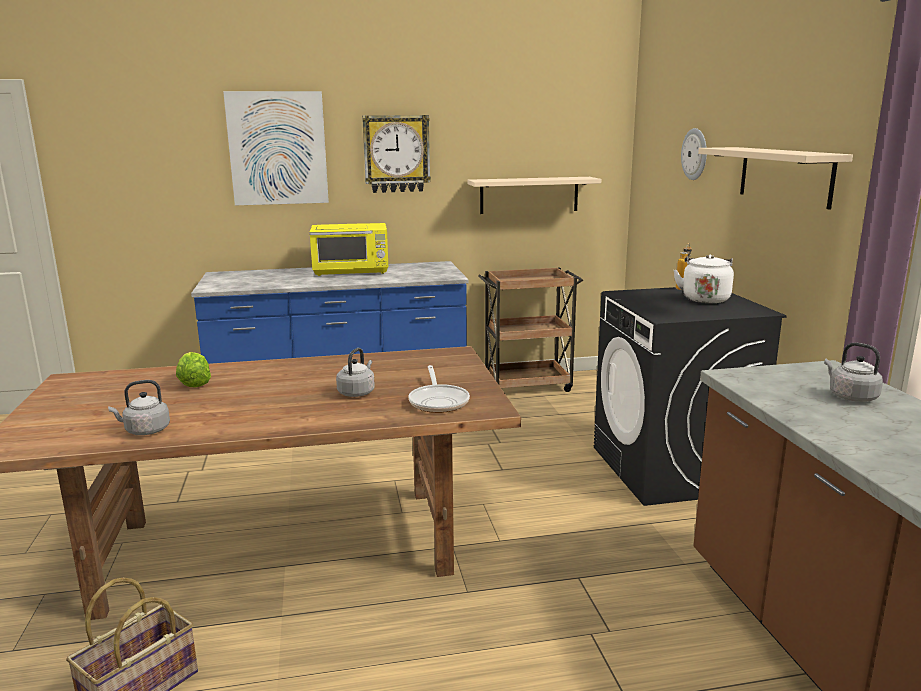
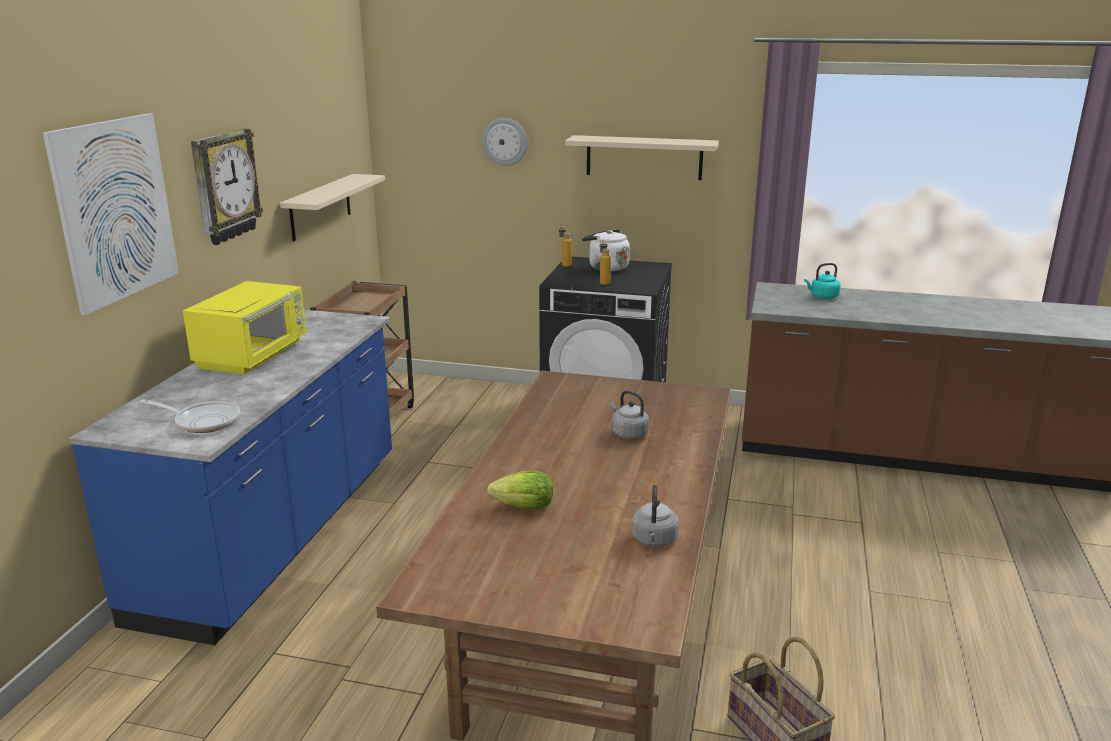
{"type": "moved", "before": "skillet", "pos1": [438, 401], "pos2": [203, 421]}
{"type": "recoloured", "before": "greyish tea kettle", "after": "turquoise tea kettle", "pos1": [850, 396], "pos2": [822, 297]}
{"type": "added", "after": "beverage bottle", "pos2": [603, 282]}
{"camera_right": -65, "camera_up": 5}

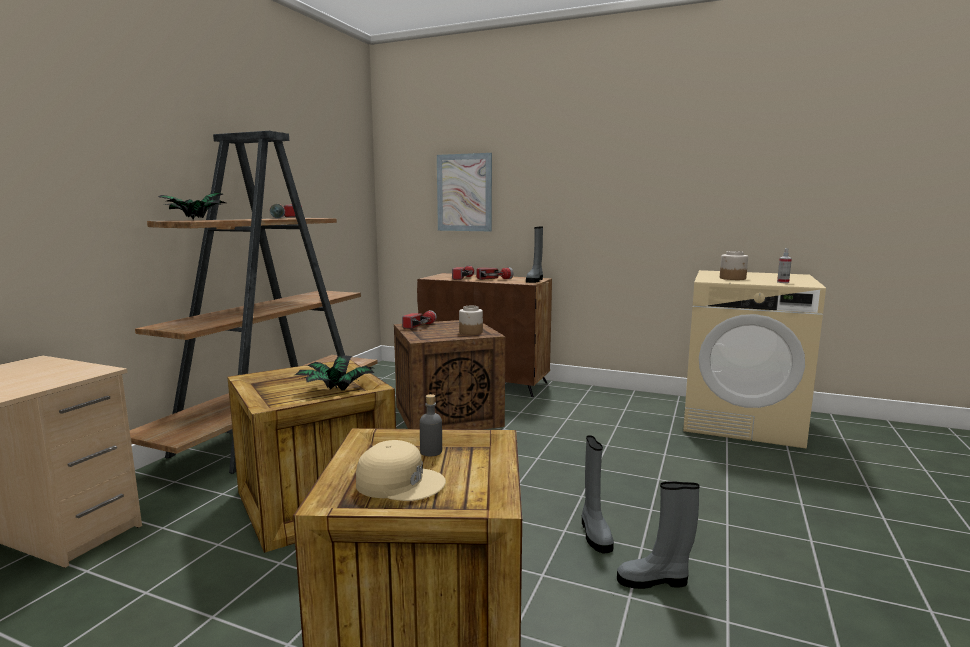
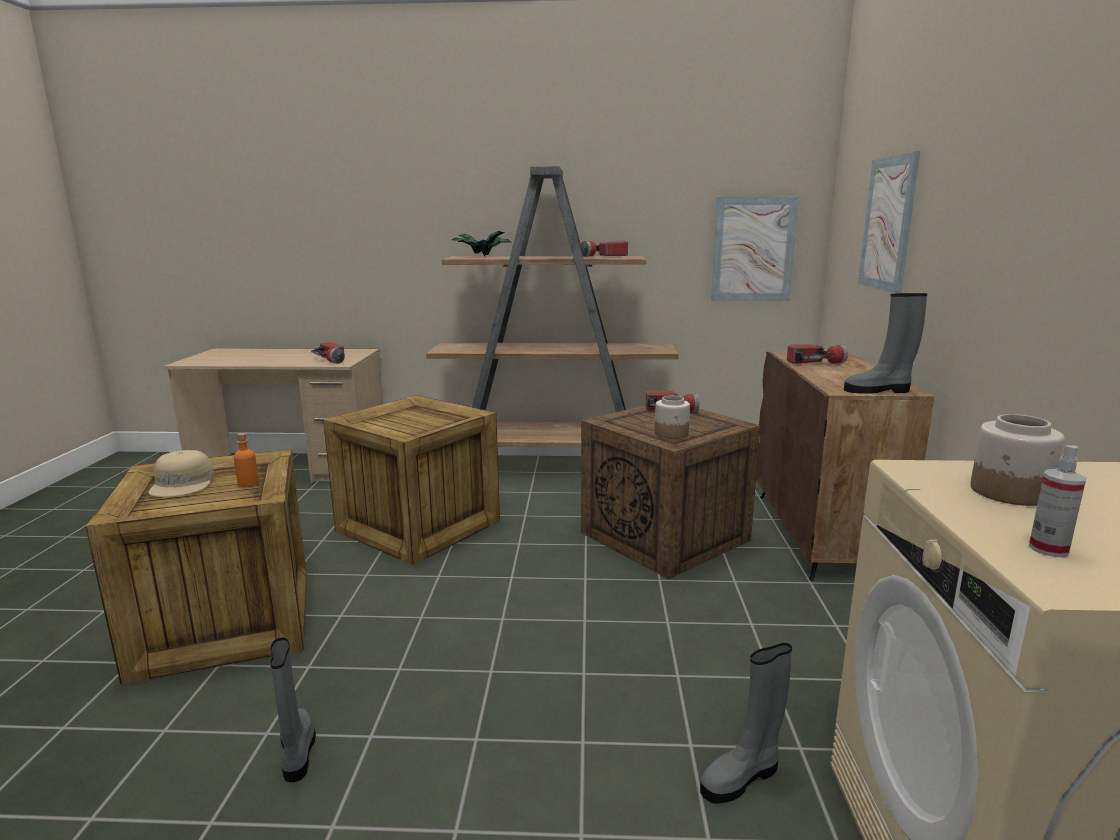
{"type": "removed", "before": "houseplant", "pos1": [336, 391]}
{"type": "recoloured", "before": "greyish beverage bottle", "after": "orange beverage bottle", "pos1": [431, 451], "pos2": [248, 483]}
{"type": "moved", "before": "flashlight", "pos1": [494, 279], "pos2": [331, 360]}
{"type": "moved", "before": "greyish high-top boot", "pos1": [594, 534], "pos2": [741, 777]}
{"type": "added", "after": "wall picture", "pos2": [753, 249]}
{"camera_right": 70, "camera_up": 5}

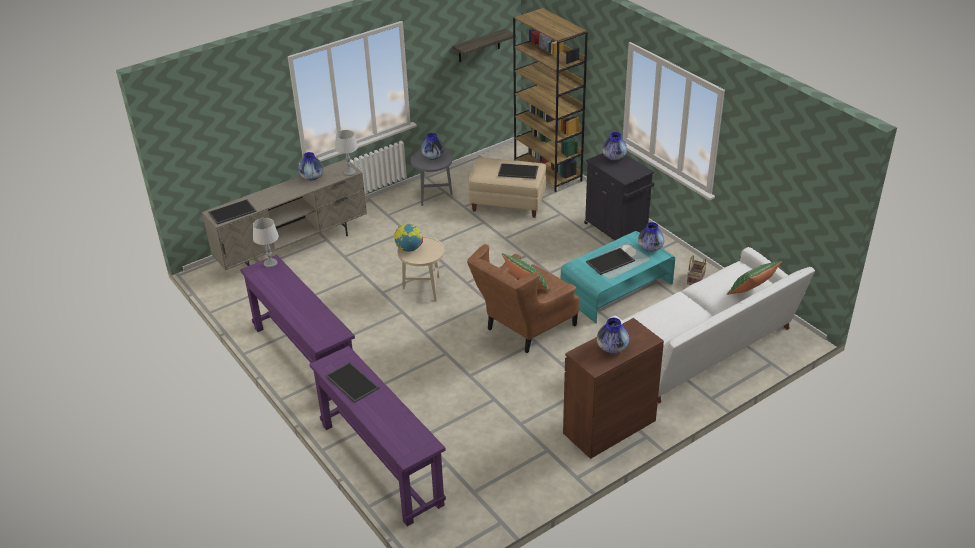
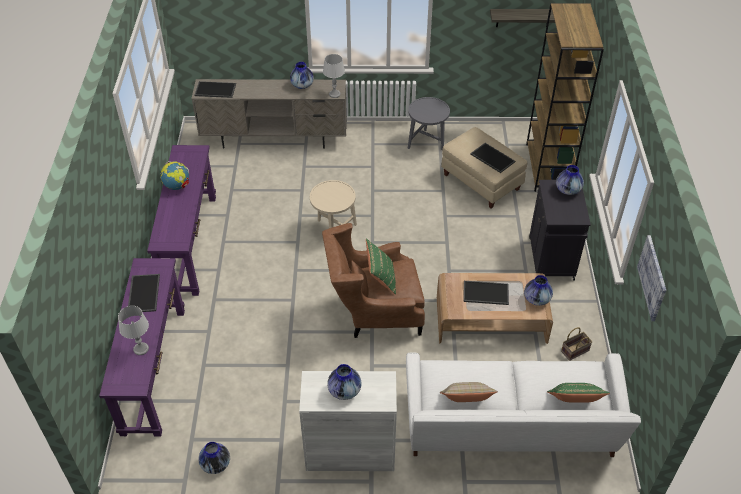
{"type": "moved", "before": "greyish tabletop lamp", "pos1": [270, 263], "pos2": [141, 349]}
{"type": "moved", "before": "world globe", "pos1": [409, 249], "pos2": [177, 186]}
{"type": "moved", "before": "vase", "pos1": [433, 157], "pos2": [215, 464]}
{"type": "recoloured", "before": "turquoise coffee table", "after": "brown-coloured coffee table", "pos1": [616, 289], "pos2": [491, 320]}
{"type": "recoloured", "before": "brown-coloured storage cabinet", "after": "whitish storage cabinet", "pos1": [609, 427], "pos2": [350, 451]}
{"type": "added", "after": "beige cushion", "pos2": [465, 403]}
{"type": "added", "after": "wall picture", "pos2": [652, 277]}
{"camera_right": 35, "camera_up": 10}

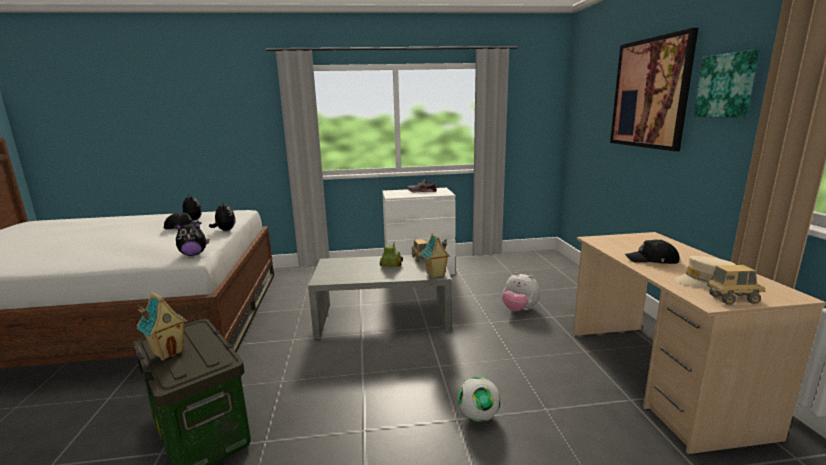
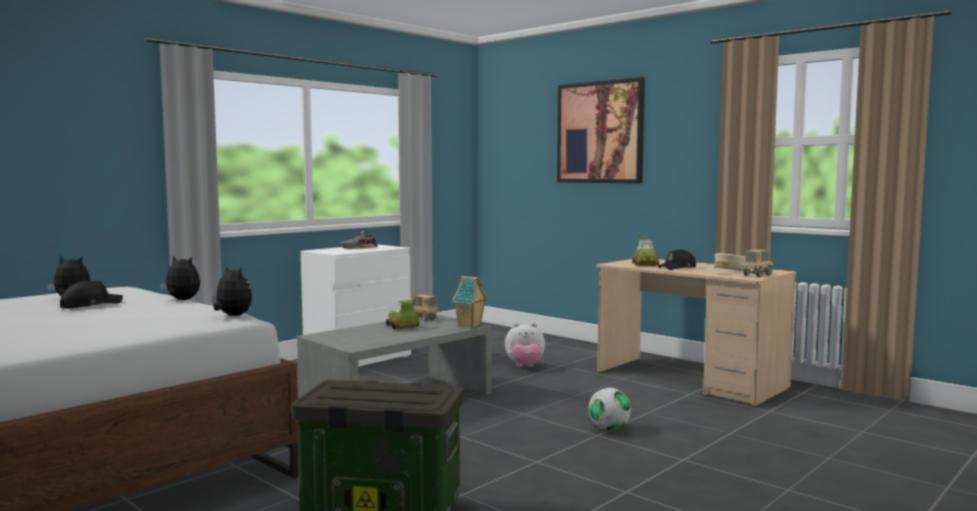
{"type": "removed", "before": "miniature house", "pos1": [168, 352]}
{"type": "turned", "before": "soft toy", "pos1": [193, 254], "pos2": [232, 316], "turn": -75}
{"type": "removed", "before": "wall picture", "pos1": [726, 85]}
{"type": "added", "after": "model car", "pos2": [646, 264]}
{"camera_right": -40, "camera_up": -10}

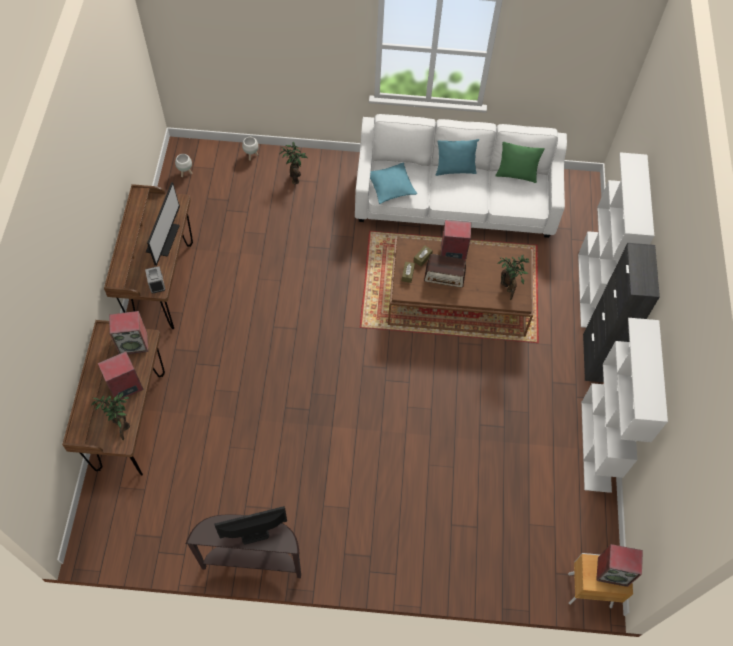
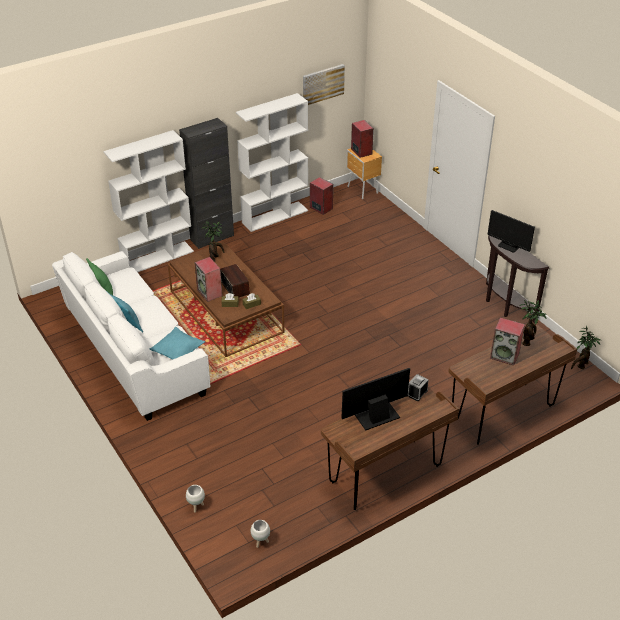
{"type": "moved", "before": "loudspeaker", "pos1": [134, 343], "pos2": [320, 208]}
{"type": "moved", "before": "houseplant", "pos1": [295, 177], "pos2": [580, 365]}
{"type": "added", "after": "wall picture", "pos2": [323, 84]}
{"camera_right": -125, "camera_up": -20}

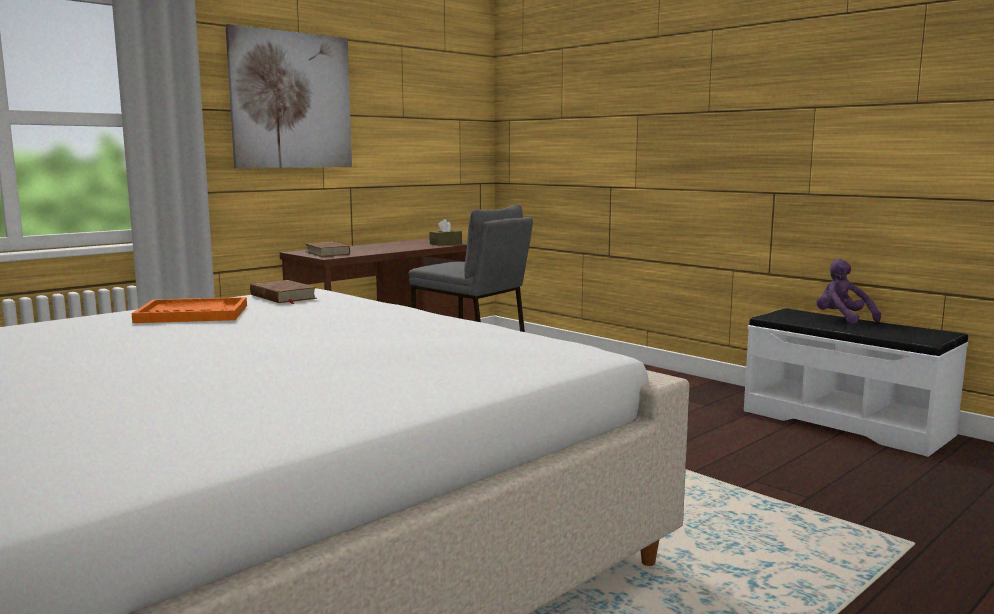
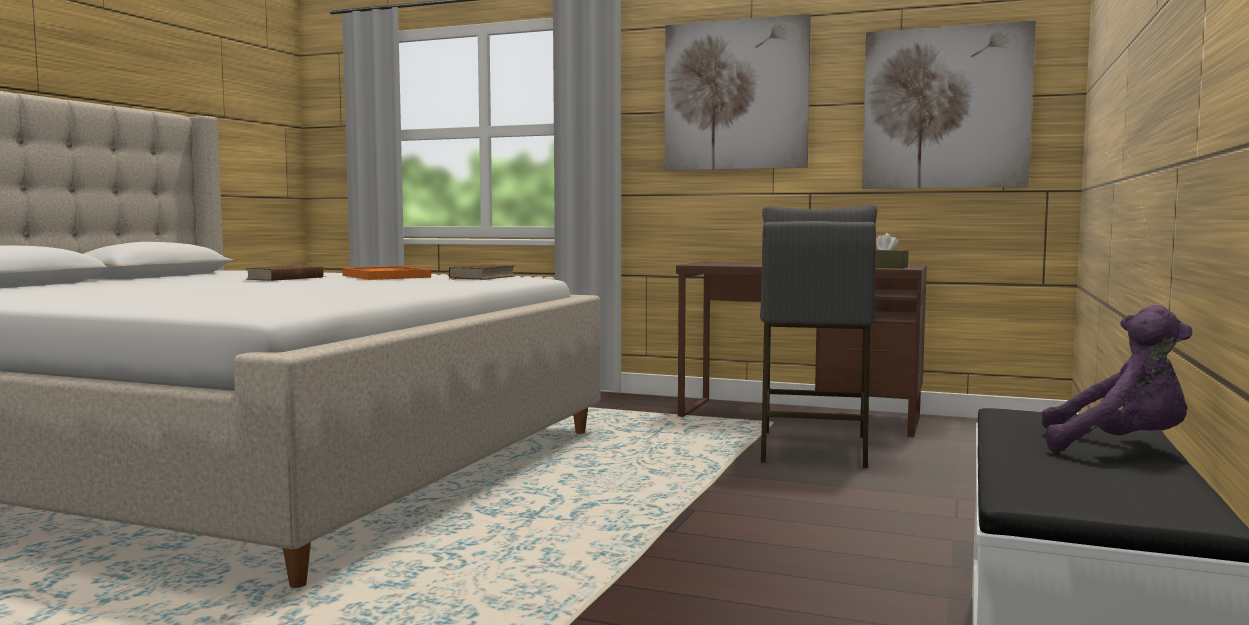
{"type": "moved", "before": "brown-coloured bound book", "pos1": [327, 253], "pos2": [285, 278]}
{"type": "turned", "before": "purple-coloured soft toy", "pos1": [842, 319], "pos2": [1118, 447], "turn": 75}
{"type": "added", "after": "wall picture", "pos2": [945, 108]}
{"camera_right": 65, "camera_up": -5}

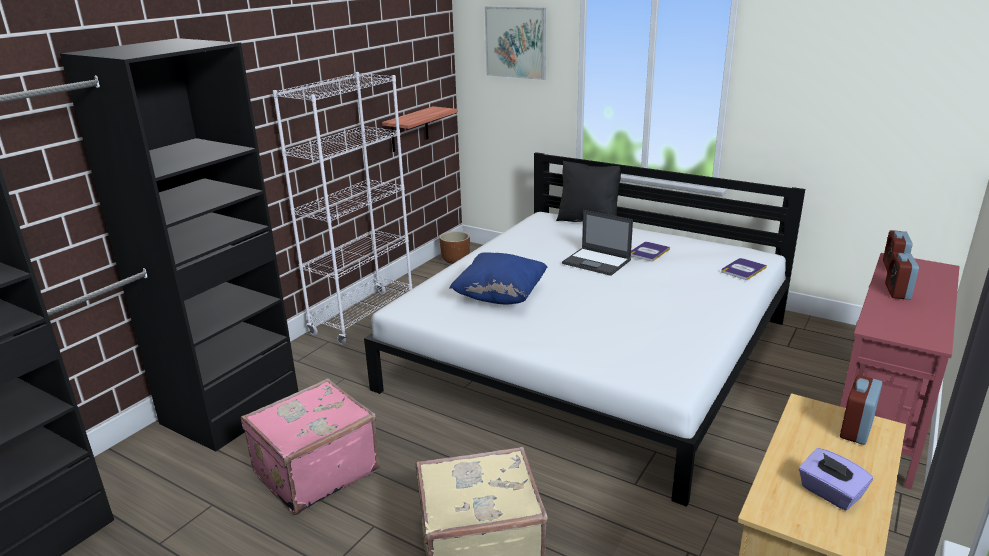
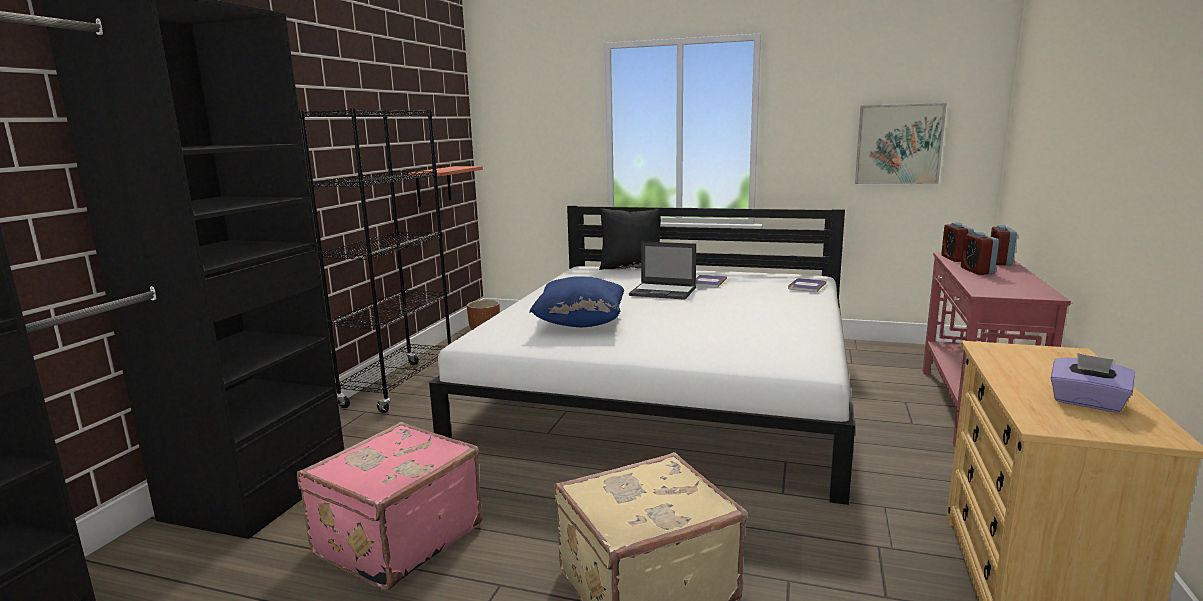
{"type": "recoloured", "before": "whitish shelving unit", "after": "black-coloured shelving unit", "pos1": [363, 317], "pos2": [400, 386]}
{"type": "moved", "before": "wall picture", "pos1": [515, 42], "pos2": [899, 144]}
{"type": "moved", "before": "table clock", "pos1": [856, 429], "pos2": [999, 262]}
{"camera_right": -15, "camera_up": -10}

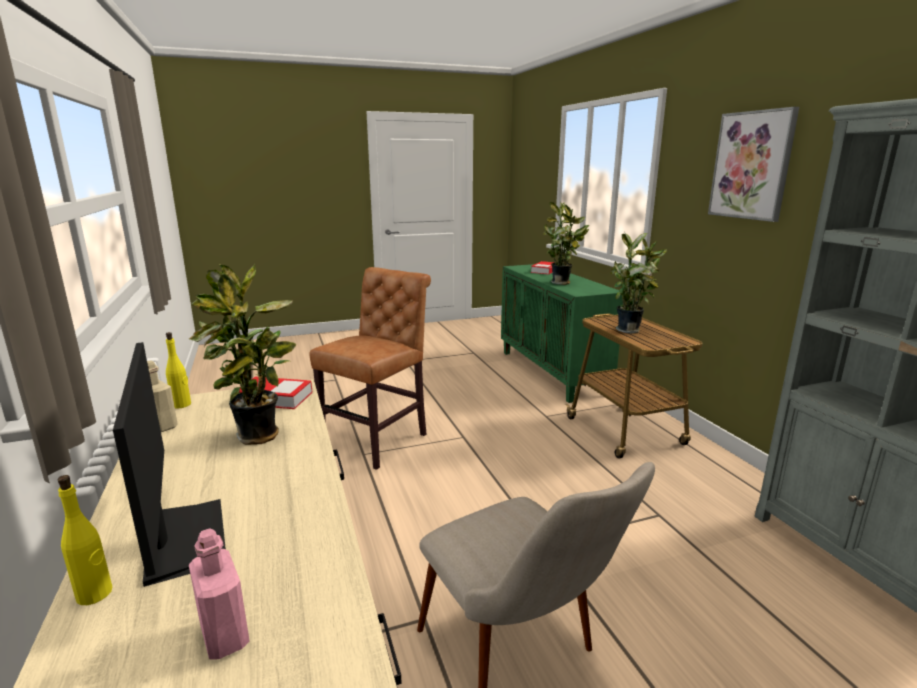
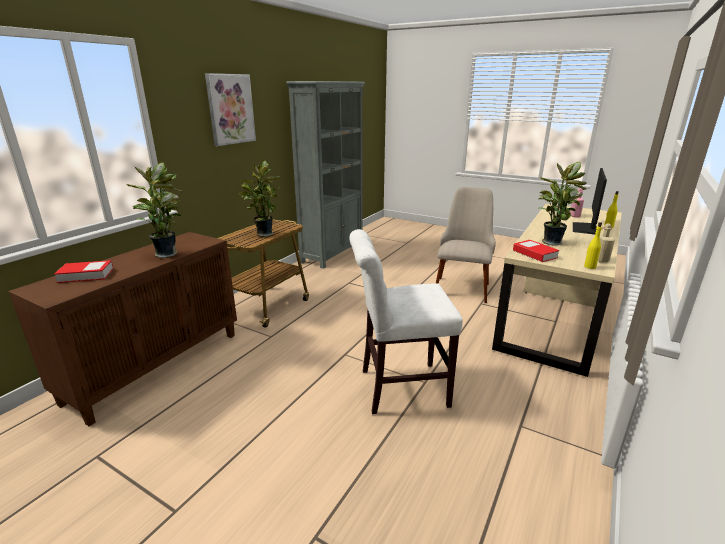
{"type": "recoloured", "before": "brown-coloured plain chair", "after": "whitish plain chair", "pos1": [379, 439], "pos2": [398, 388]}
{"type": "recoloured", "before": "green-coloured storage cabinet", "after": "brown-coloured storage cabinet", "pos1": [552, 372], "pos2": [157, 365]}
{"camera_right": -130, "camera_up": 5}

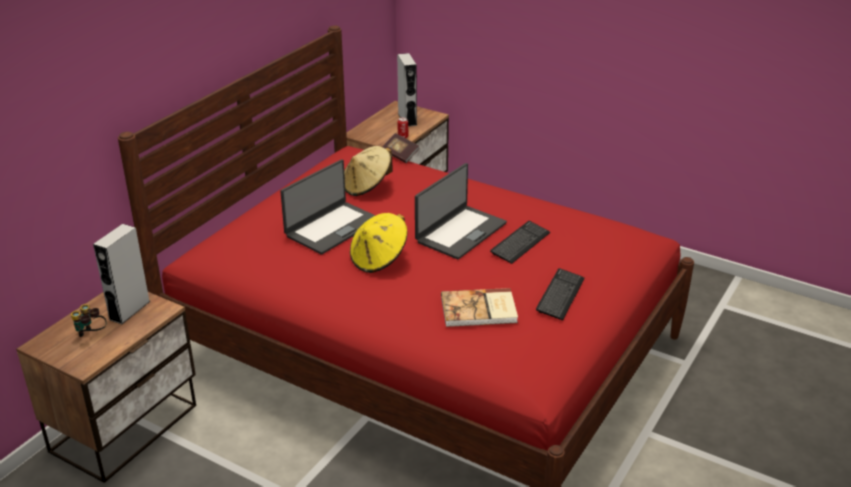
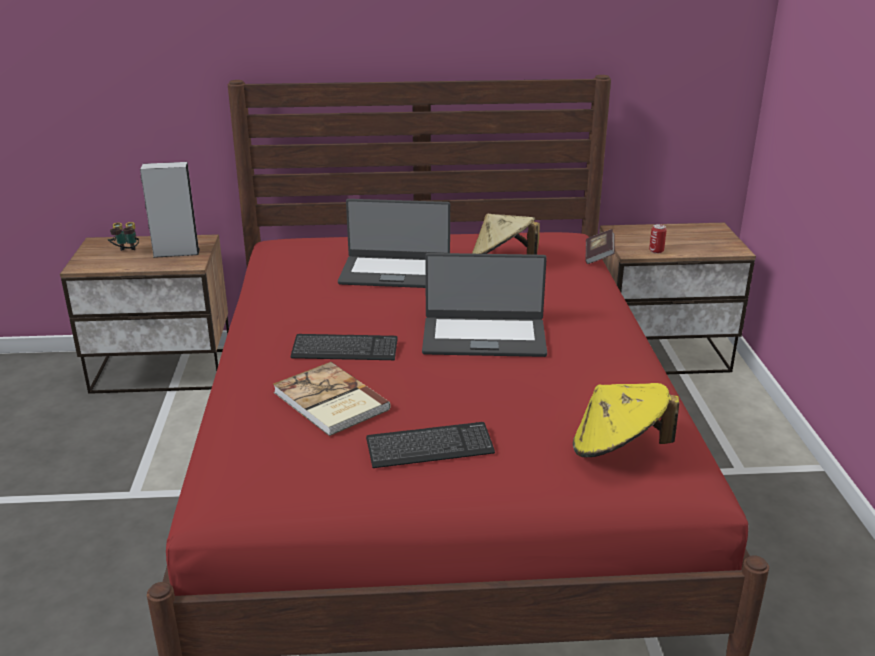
{"type": "moved", "before": "yellow clothing hat", "pos1": [379, 259], "pos2": [618, 449]}
{"type": "removed", "before": "greyish loudspeaker", "pos1": [407, 119]}
{"type": "moved", "before": "PC keyboard", "pos1": [520, 243], "pos2": [345, 350]}
{"camera_right": 55, "camera_up": -5}

